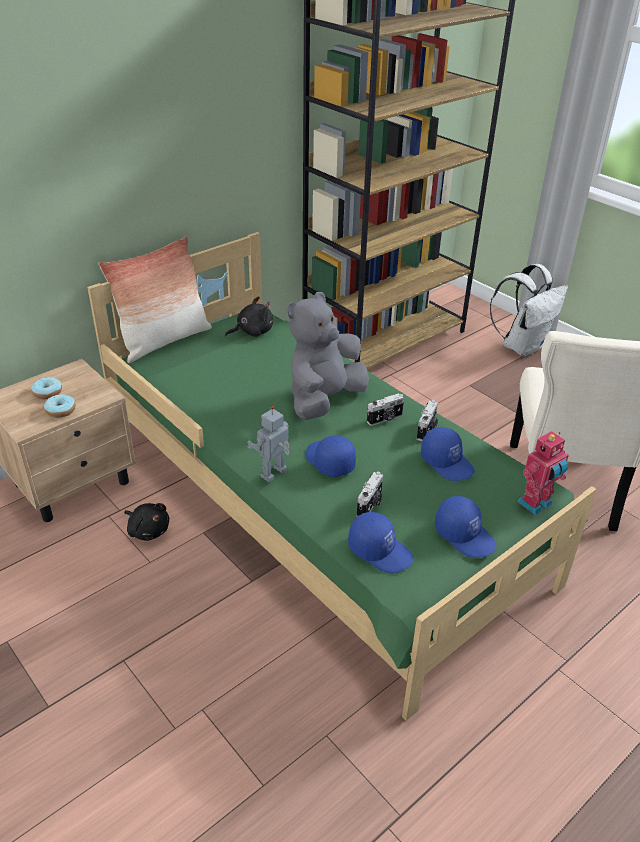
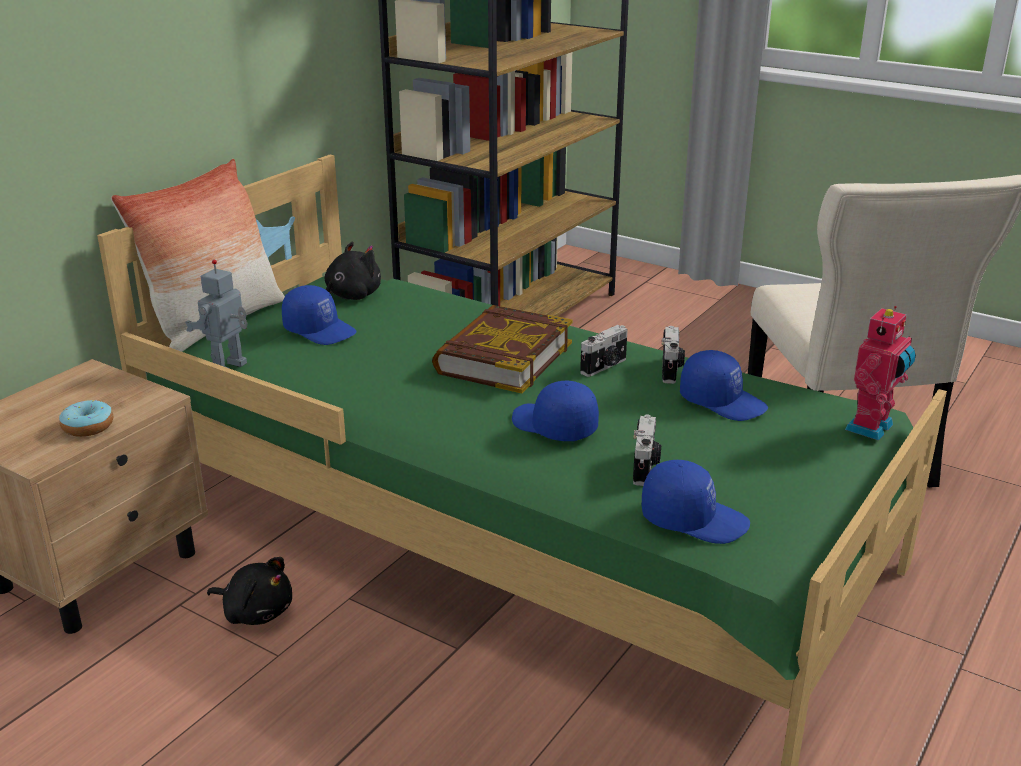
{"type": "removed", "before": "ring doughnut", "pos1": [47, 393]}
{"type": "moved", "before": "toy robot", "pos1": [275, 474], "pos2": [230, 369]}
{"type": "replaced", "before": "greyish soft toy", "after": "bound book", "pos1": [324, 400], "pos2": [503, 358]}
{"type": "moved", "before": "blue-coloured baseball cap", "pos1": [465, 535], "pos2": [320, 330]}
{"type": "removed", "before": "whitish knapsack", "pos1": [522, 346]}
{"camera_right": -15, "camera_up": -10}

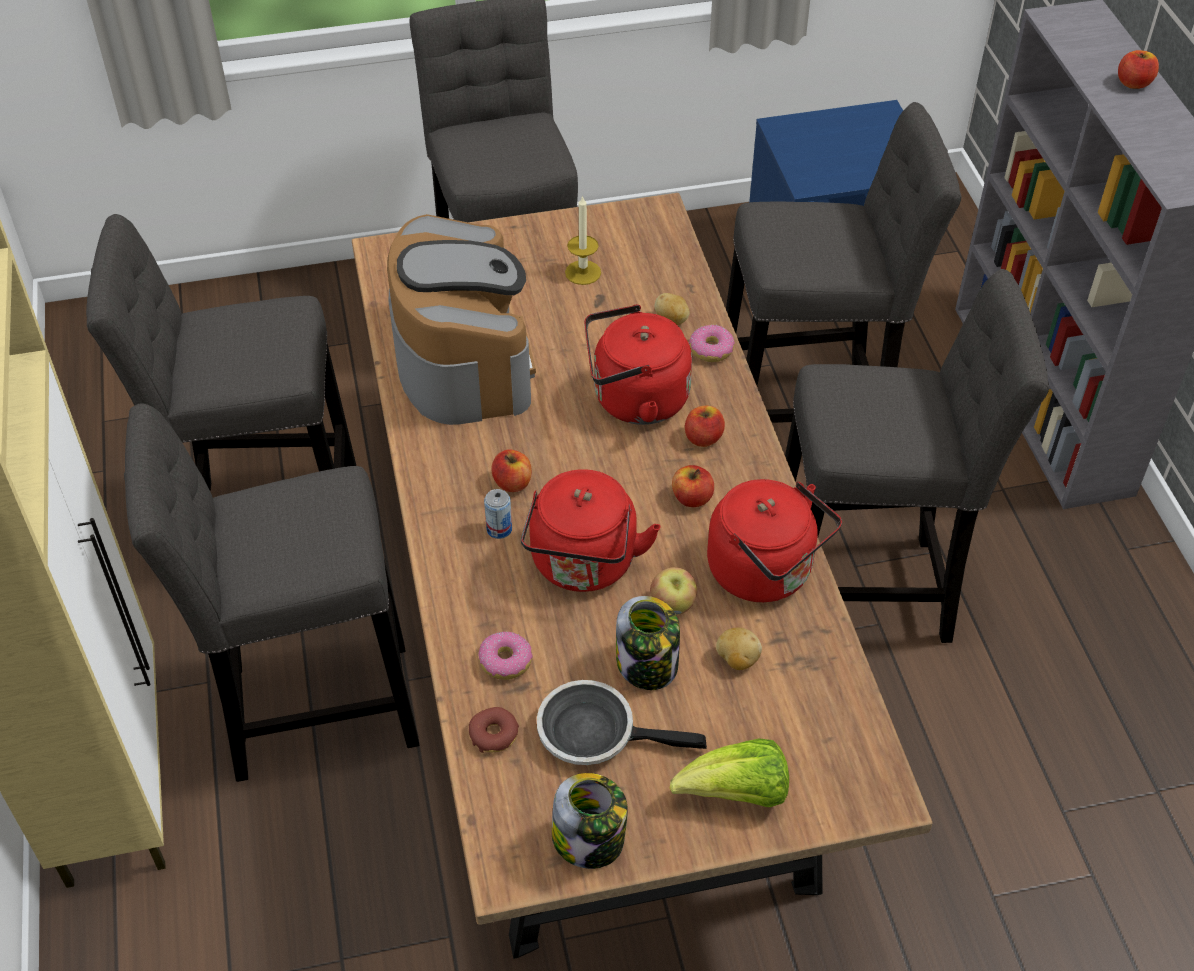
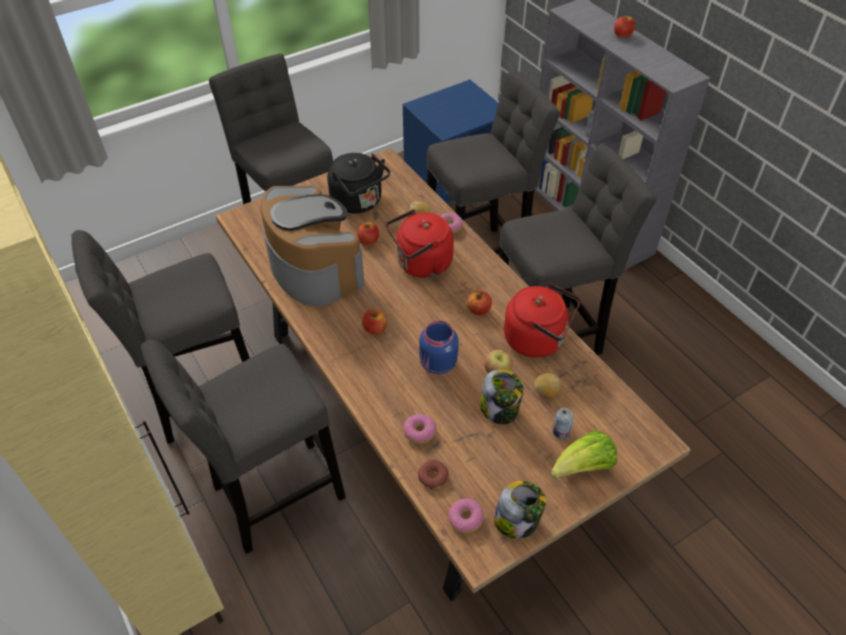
{"type": "moved", "before": "can", "pos1": [499, 529], "pos2": [560, 432]}
{"type": "replaced", "before": "red tea kettle", "after": "blue-coloured preserve jar", "pos1": [583, 566], "pos2": [437, 364]}
{"type": "removed", "before": "skillet", "pos1": [595, 732]}
{"type": "replaced", "before": "candle", "after": "black-coloured tea kettle", "pos1": [583, 272], "pos2": [359, 202]}
{"type": "moved", "before": "apple", "pos1": [703, 438], "pos2": [368, 240]}
{"type": "added", "after": "ring doughnut", "pos2": [465, 518]}
{"camera_right": -20, "camera_up": 0}

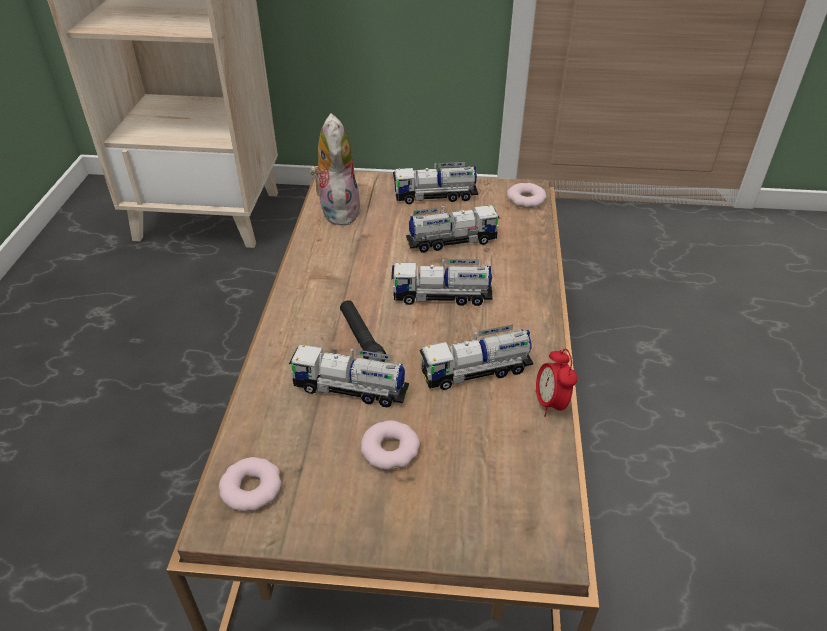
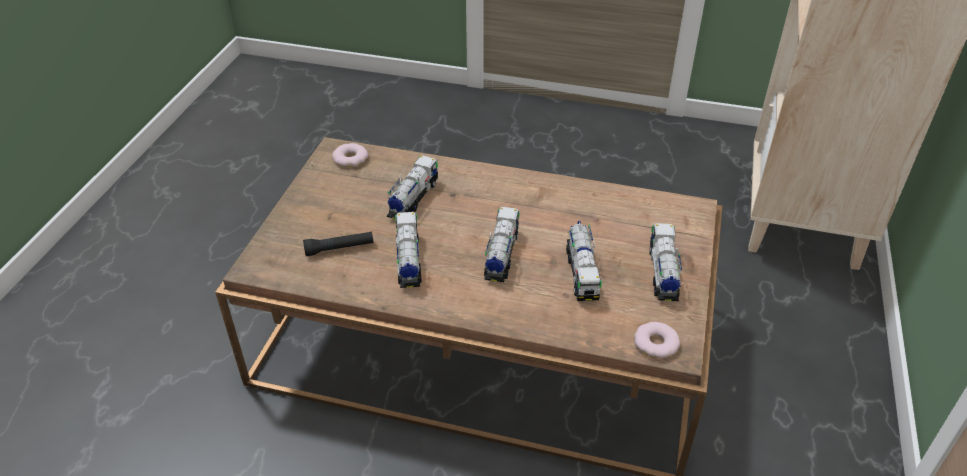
{"type": "removed", "before": "soft toy", "pos1": [337, 210]}
{"type": "moved", "before": "black-coloured flashlight", "pos1": [361, 339], "pos2": [339, 248]}
{"type": "removed", "before": "ring doughnut", "pos1": [390, 449]}
{"type": "removed", "before": "table clock", "pos1": [550, 403]}
{"camera_right": 100, "camera_up": 0}

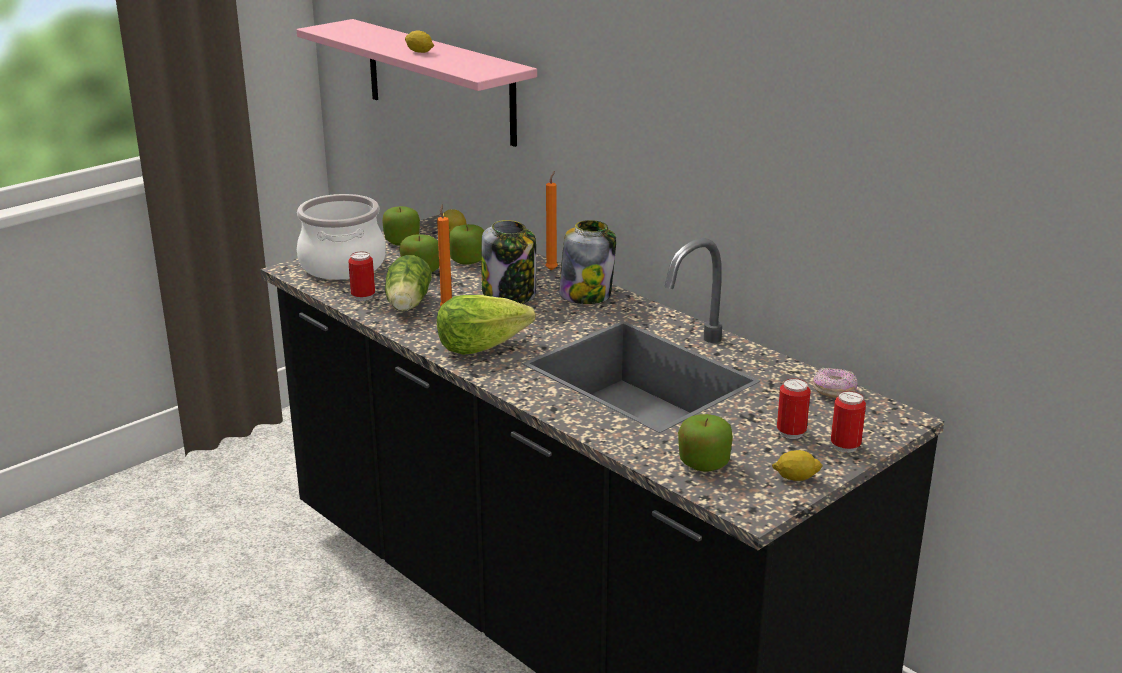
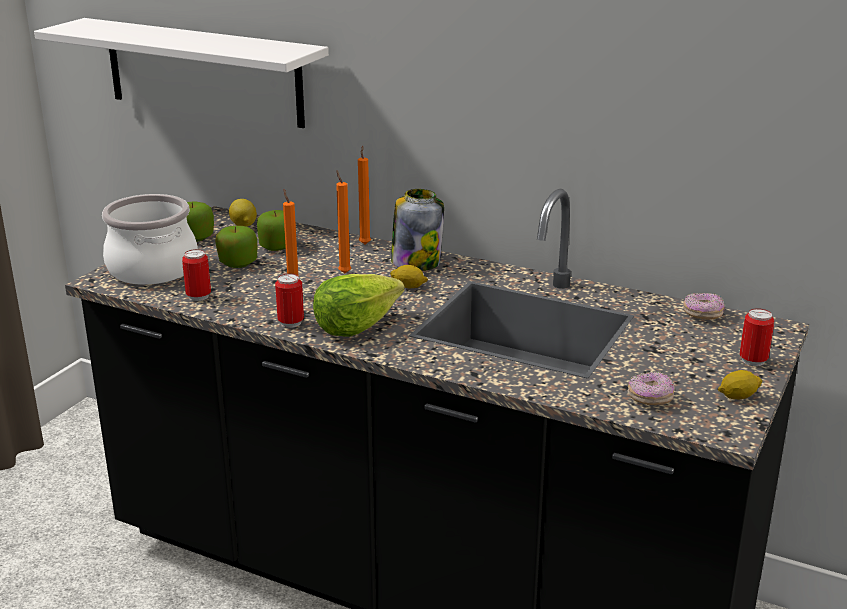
{"type": "recoloured", "before": "pink shelf", "after": "whitish shelf", "pos1": [439, 81], "pos2": [203, 72]}
{"type": "removed", "before": "head of lettuce", "pos1": [407, 305]}
{"type": "moved", "before": "whole lemon", "pos1": [419, 52], "pos2": [409, 287]}
{"type": "replaced", "before": "preserve jar", "after": "orange candle", "pos1": [510, 294], "pos2": [344, 272]}
{"type": "replaced", "before": "apple", "after": "ring doughnut", "pos1": [703, 463], "pos2": [650, 398]}
{"type": "moved", "before": "can", "pos1": [791, 433], "pos2": [291, 323]}
{"camera_right": -20, "camera_up": 0}

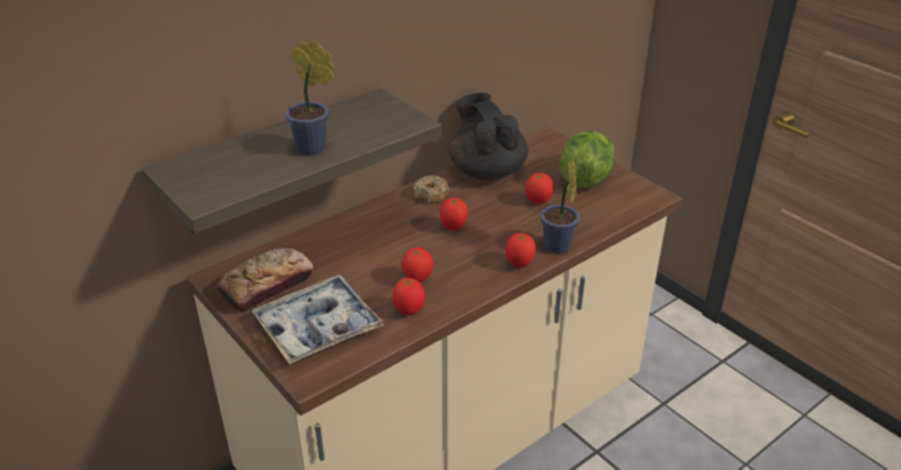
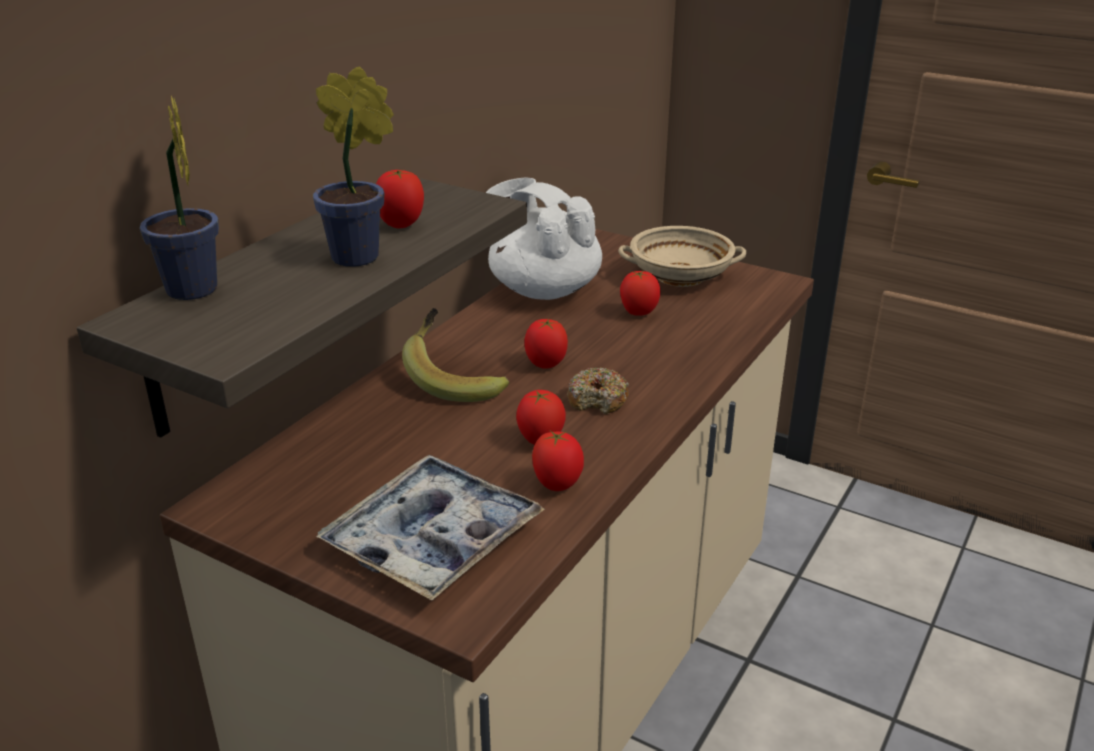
{"type": "removed", "before": "baked bread", "pos1": [267, 286]}
{"type": "moved", "before": "ring doughnut", "pos1": [431, 195], "pos2": [598, 400]}
{"type": "recoloured", "before": "black-coloured pot for tea", "after": "whitish pot for tea", "pos1": [487, 171], "pos2": [543, 289]}
{"type": "moved", "before": "whole tomato", "pos1": [519, 264], "pos2": [401, 225]}
{"type": "moved", "before": "houseplant", "pos1": [557, 249], "pos2": [192, 293]}
{"type": "replaced", "before": "head of lettuce", "after": "beige serving bowl", "pos1": [585, 178], "pos2": [679, 276]}
{"type": "added", "after": "whole banana", "pos2": [456, 379]}
{"camera_right": -20, "camera_up": -5}

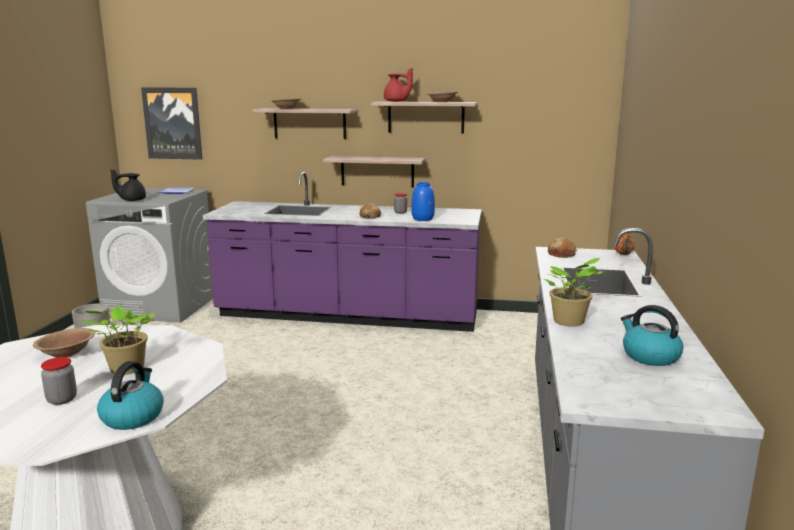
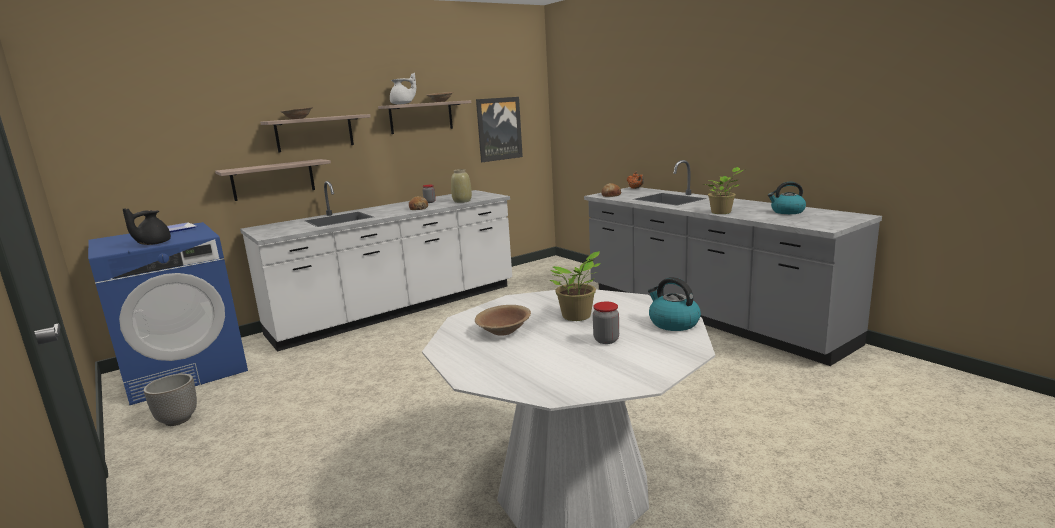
{"type": "recoloured", "before": "greyish laundry machine", "after": "blue-coloured laundry machine", "pos1": [162, 306], "pos2": [186, 370]}
{"type": "moved", "before": "wall picture", "pos1": [173, 123], "pos2": [499, 129]}
{"type": "recoloured", "before": "purple-coloured kitchen counter", "after": "whitish kitchen counter", "pos1": [347, 316], "pos2": [397, 310]}
{"type": "moved", "before": "shelf", "pos1": [377, 171], "pos2": [273, 179]}
{"type": "recoloured", "before": "red pot for tea", "after": "whitish pot for tea", "pos1": [397, 101], "pos2": [403, 104]}
{"type": "recoloured", "before": "blue-coloured vase", "after": "beige vase", "pos1": [422, 219], "pos2": [462, 201]}
{"camera_right": -45, "camera_up": 0}

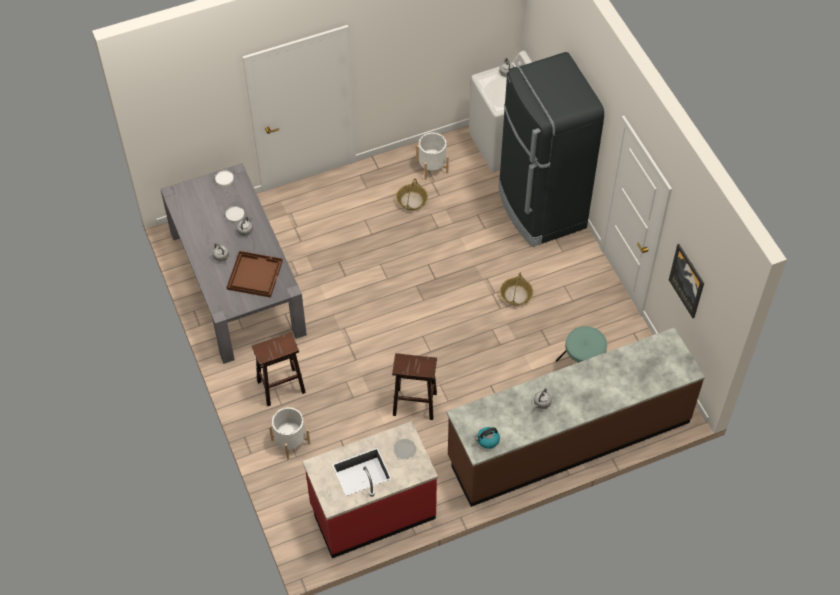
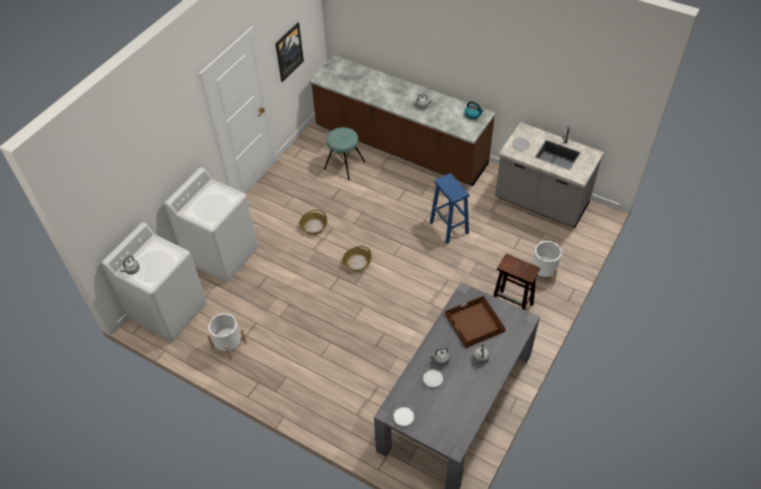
{"type": "recoloured", "before": "red kitchen counter", "after": "greyish kitchen counter", "pos1": [372, 511], "pos2": [541, 203]}
{"type": "recoloured", "before": "brown-coloured stool seat", "after": "blue-coloured stool seat", "pos1": [414, 404], "pos2": [449, 228]}
{"type": "moved", "before": "basket", "pos1": [412, 200], "pos2": [357, 262]}
{"type": "replaced", "before": "black-coloured refrigerator", "after": "whitish laundry machine", "pos1": [540, 209], "pos2": [222, 254]}
{"camera_right": -125, "camera_up": -5}

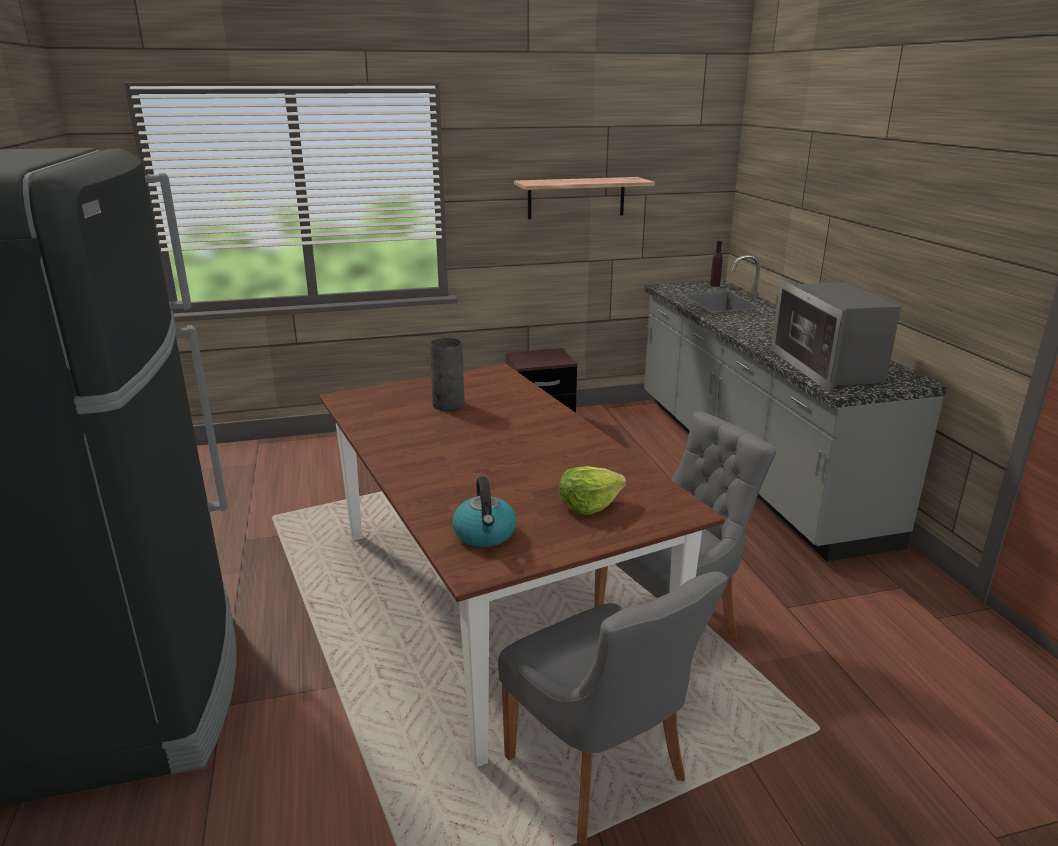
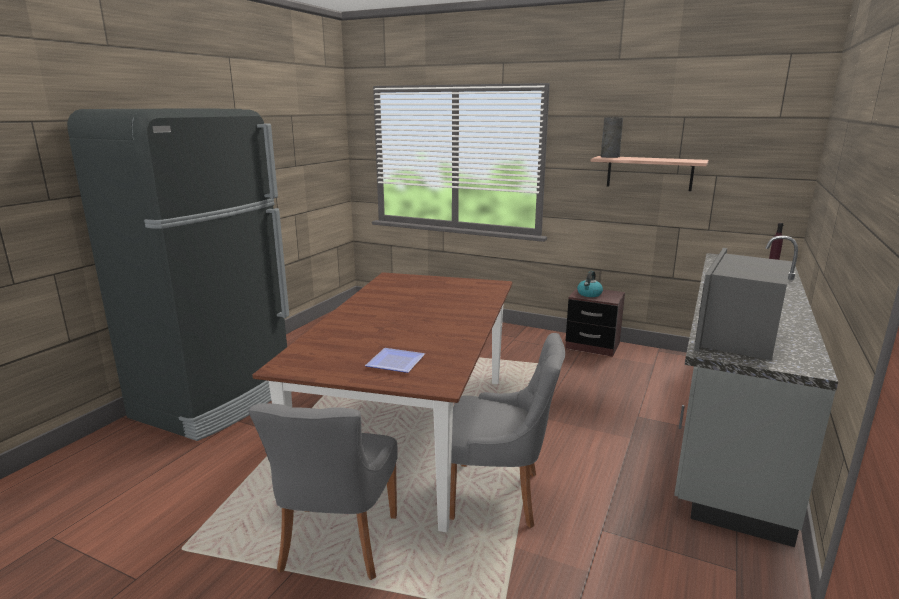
{"type": "moved", "before": "greyish vase", "pos1": [447, 405], "pos2": [609, 157]}
{"type": "moved", "before": "tea kettle", "pos1": [485, 534], "pos2": [589, 294]}
{"type": "replaced", "before": "head of lettuce", "after": "flat dish", "pos1": [588, 505], "pos2": [395, 362]}
{"camera_right": 40, "camera_up": -5}

